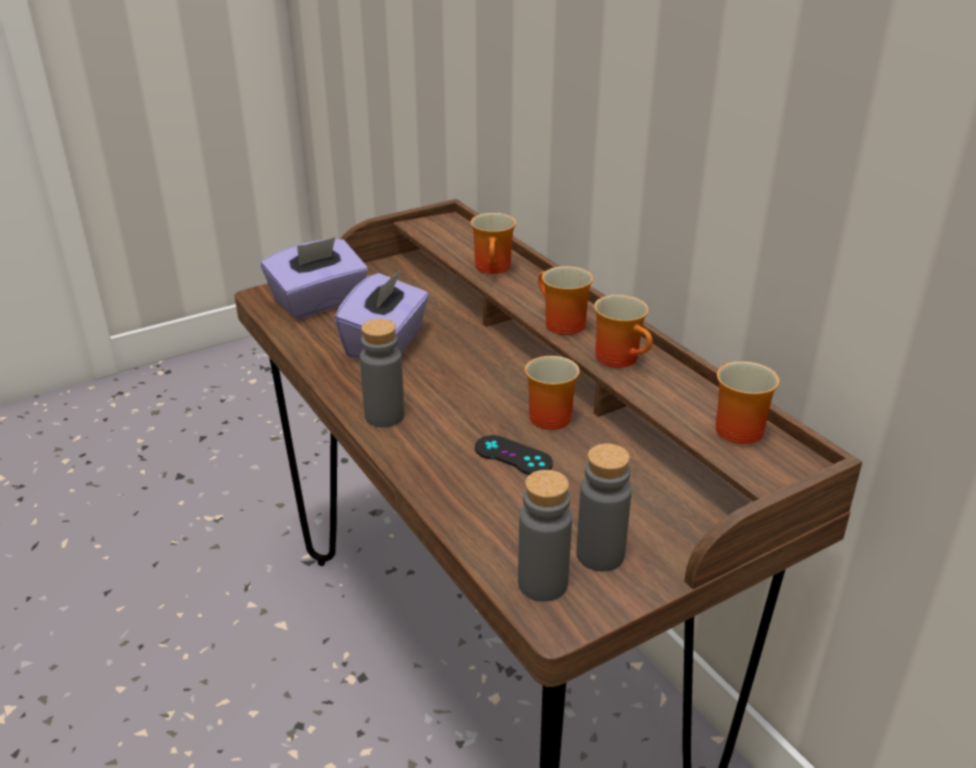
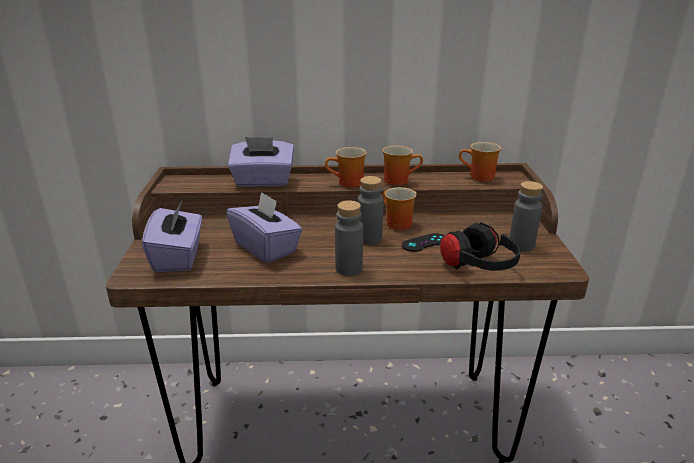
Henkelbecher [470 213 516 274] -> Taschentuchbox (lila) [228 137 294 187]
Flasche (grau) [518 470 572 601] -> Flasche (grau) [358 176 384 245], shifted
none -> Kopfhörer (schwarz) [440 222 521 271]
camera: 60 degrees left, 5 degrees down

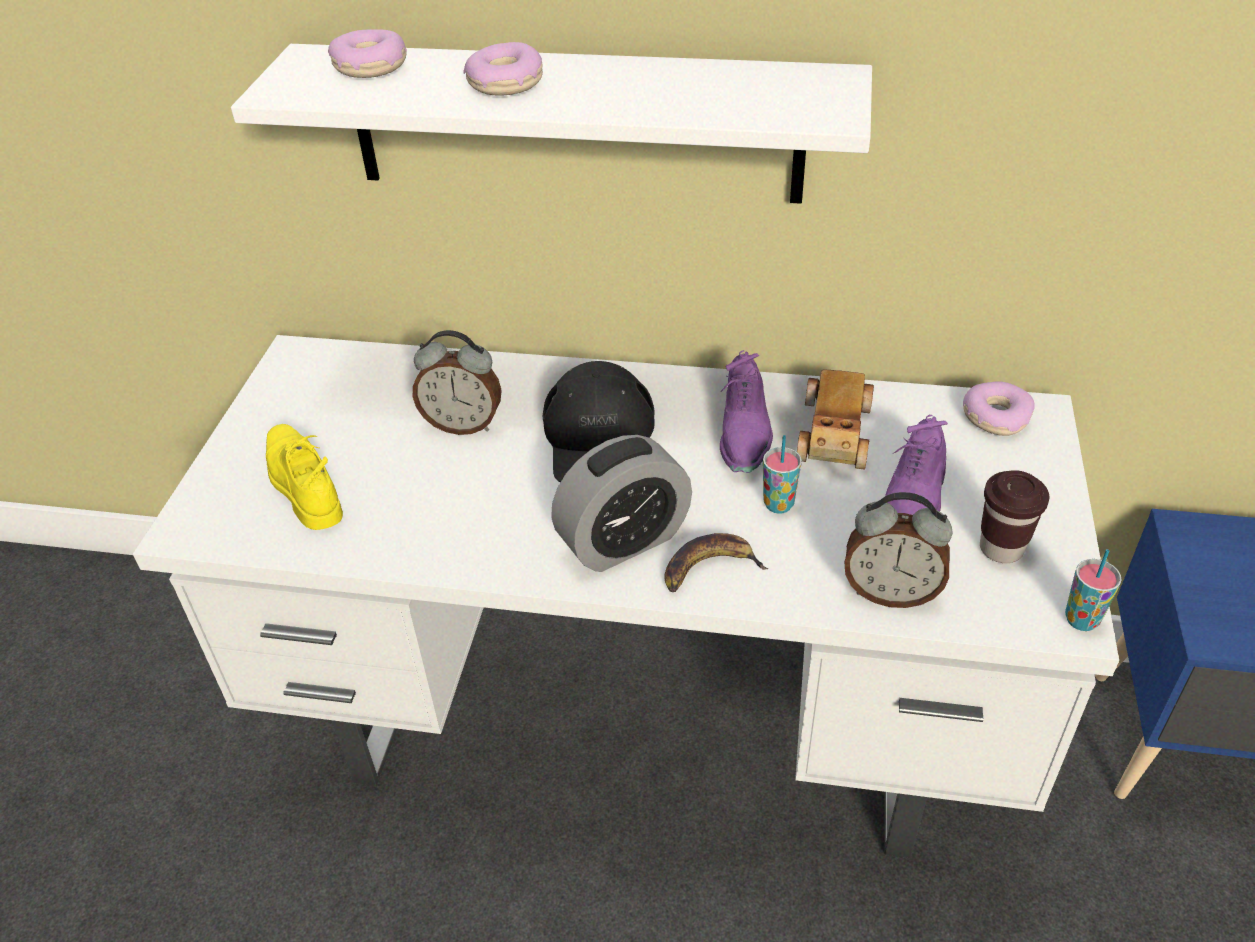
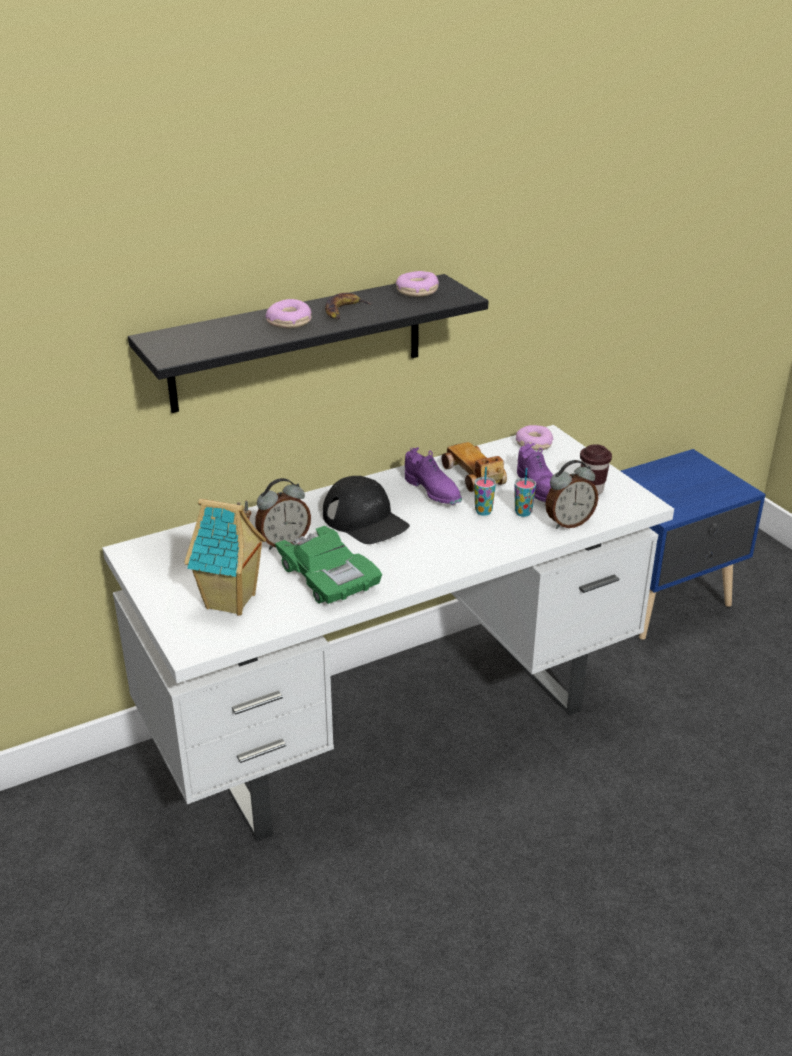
Wandregal (weiß) [231 44 872 204] -> Wandregal (schwarz) [128 274 488 413]
Schuh (gelb) [266 424 343 530] -> Spielzeughaus [184 498 266 615]
Donut [328 29 407 78] -> Donut [396 271 439 297], shifted
Wecker [551 435 692 572] -> none
Banane [664 533 768 592] -> Banane [325 293 373 319], shifted
Tasse [1065 549 1122 631] -> Tasse [515 468 536 517], shifted
none -> Spielzeugauto (grün) [275 526 382 604]
camera: 40 degrees left, 10 degrees down

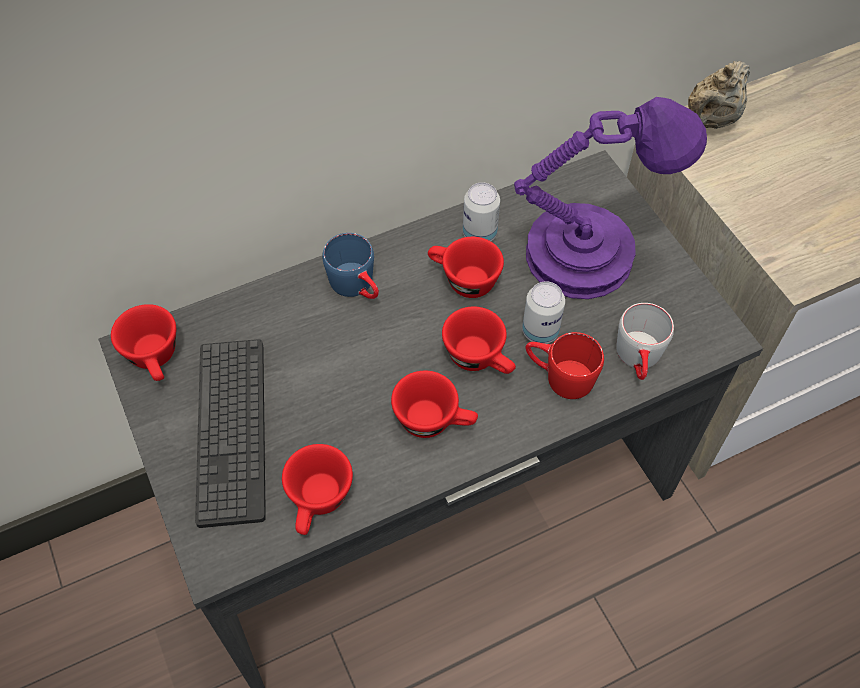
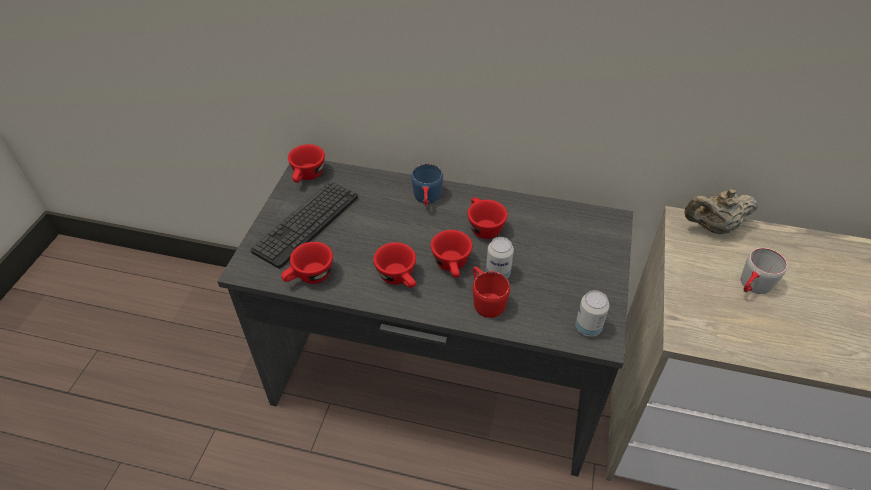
Dose [463 182 500 241] -> Dose [575 290 609 337], shifted
Tischlampe (lila) [514 97 707 299] -> none
Henkelbecher (grau) [616 303 674 380] -> Henkelbecher (grau) [741 248 787 294], shifted
camera: 40 degrees right, 10 degrees down

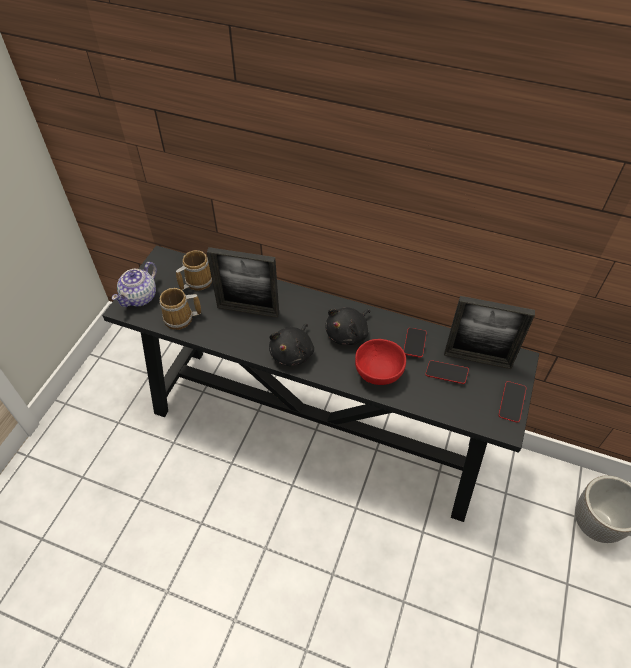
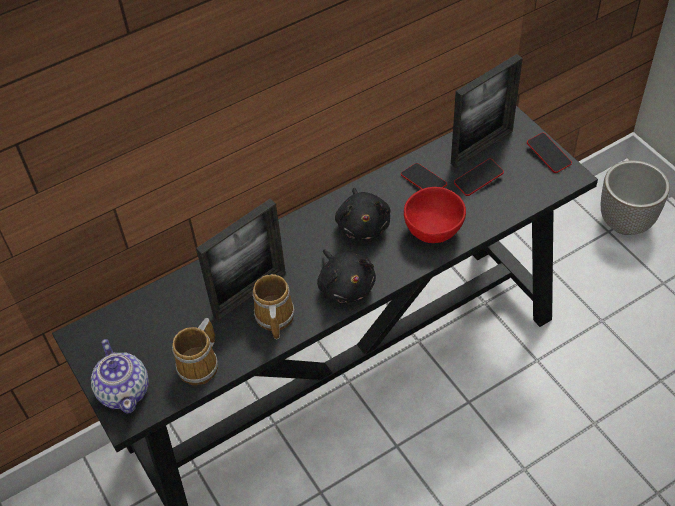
Henkelbecher [176 250 212 291] -> Henkelbecher [252 274 295 339], shifted
camera: 50 degrees left, 0 degrees up

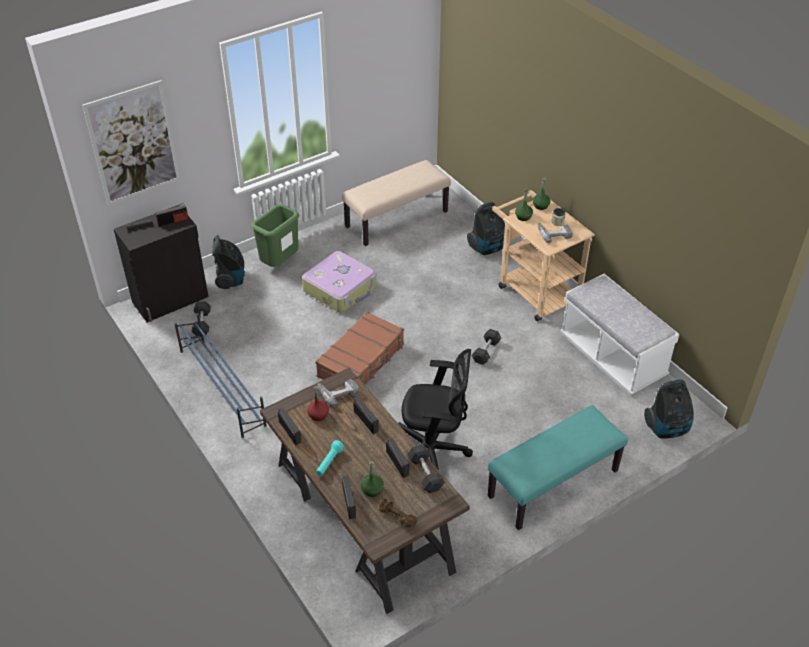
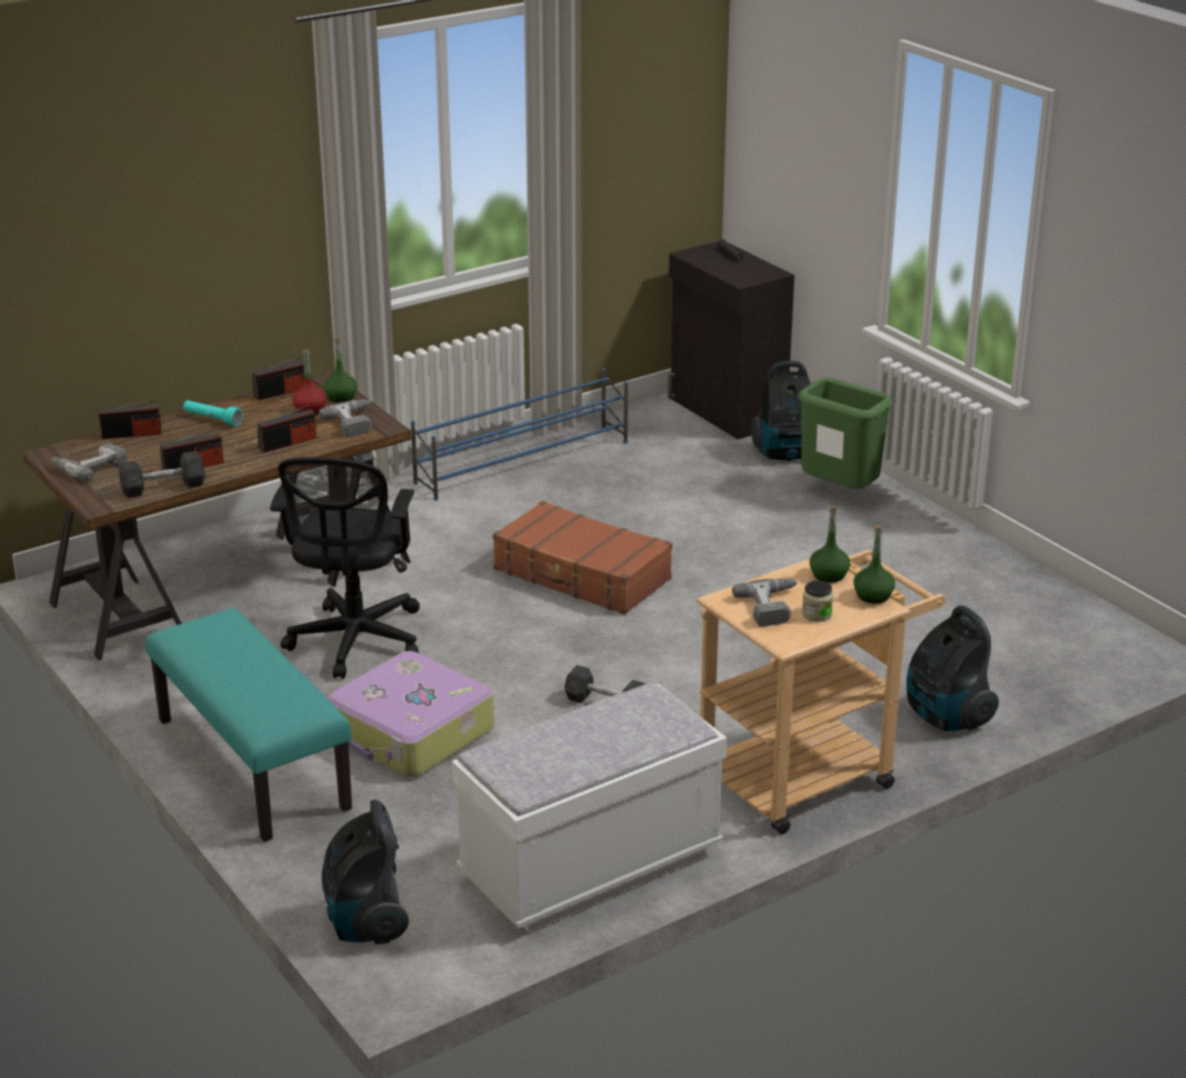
Bild [82 80 180 205] -> none
Radio [155 203 188 227] -> none
Hantel (grau) [192 301 211 336] -> none
Koffer [302 251 377 313] -> Koffer [326 651 494 777], shifted
Bank (beige) [342 160 451 246] -> none
Flasche (grün) [361 461 384 497] -> Flasche (grün) [324 338 357 403], shifted
Hantel (braun) [379 498 418 528] -> Bohrmaschine [51 443 127 481]
camera: 90 degrees right, 15 degrees down

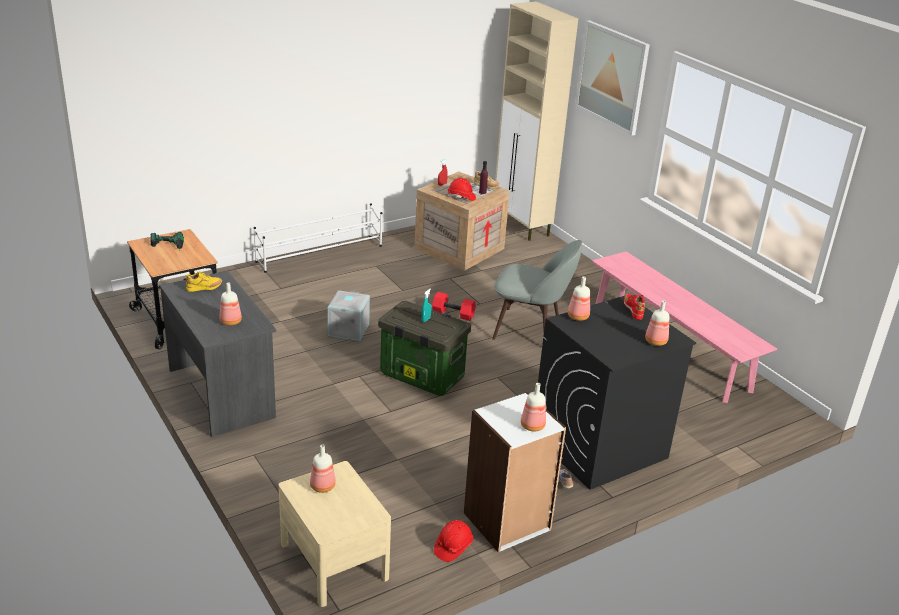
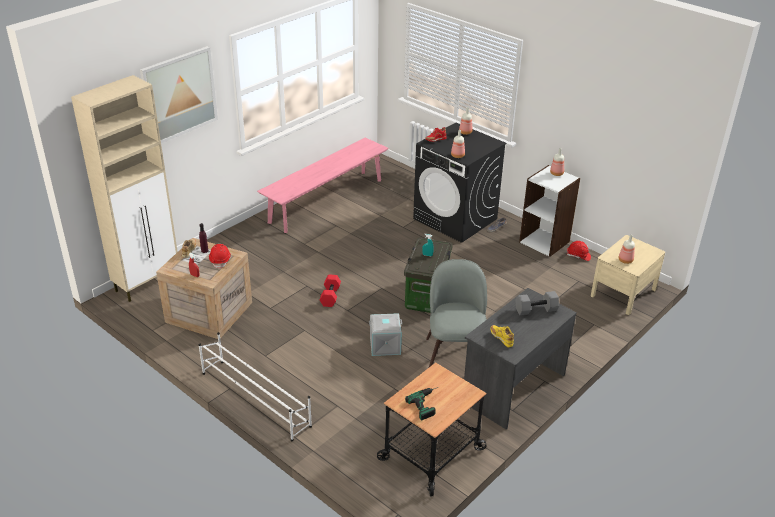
Flasche [219 282 242 326] -> Hantel (grau) [516 291 559 315]
Stuhl (grau) [492 240 582 340] -> Stuhl (grau) [426 259 487 367], shifted
camera: 105 degrees left, 5 degrees up

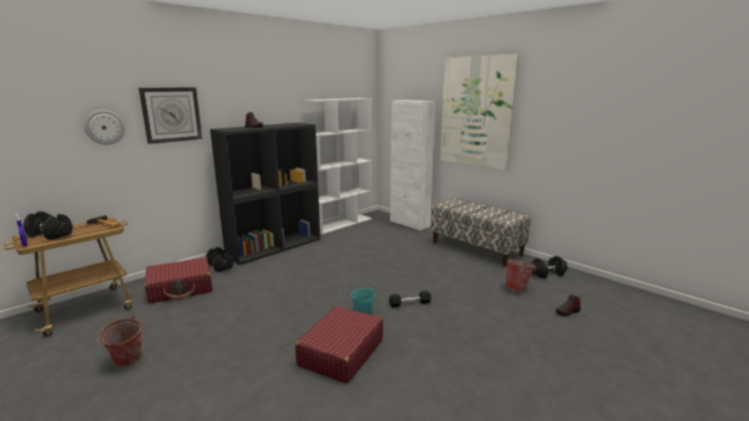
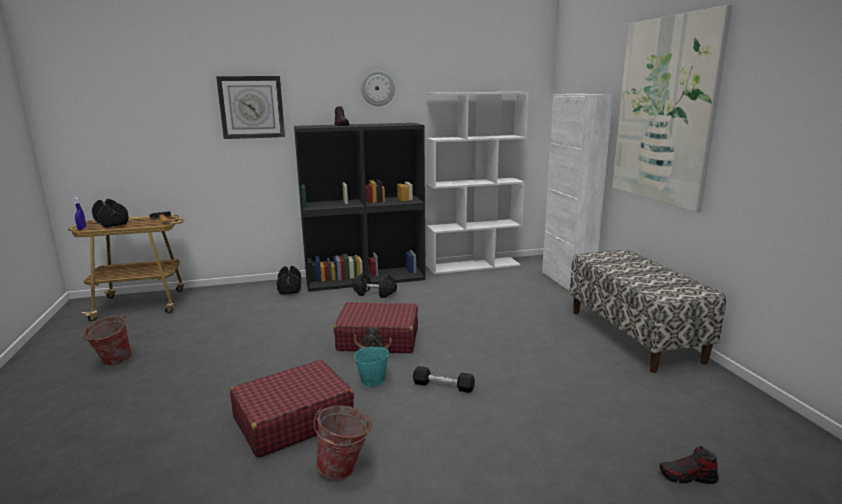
Wanduhr [84 110 125 145] -> Wanduhr [361 71 395 106], shifted
Koffer (rot) [145 257 213 303] -> Koffer (rot) [334 302 418 353], shifted
Eimer [505 259 536 292] -> Eimer [314 405 371 480], shifted
Hantel (schwarz) [531 256 568 278] -> Hantel (schwarz) [352 272 397 298], shifted
camera: 30 degrees right, 0 degrees up

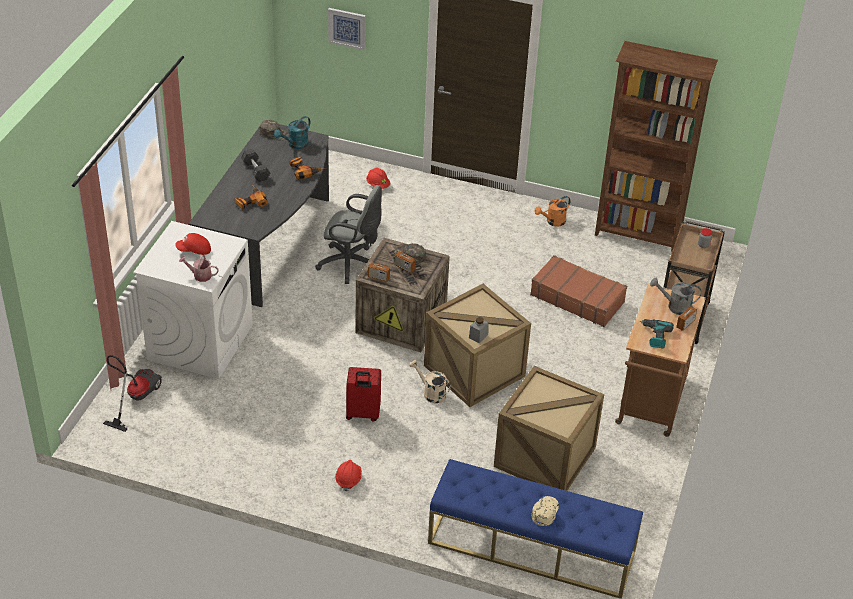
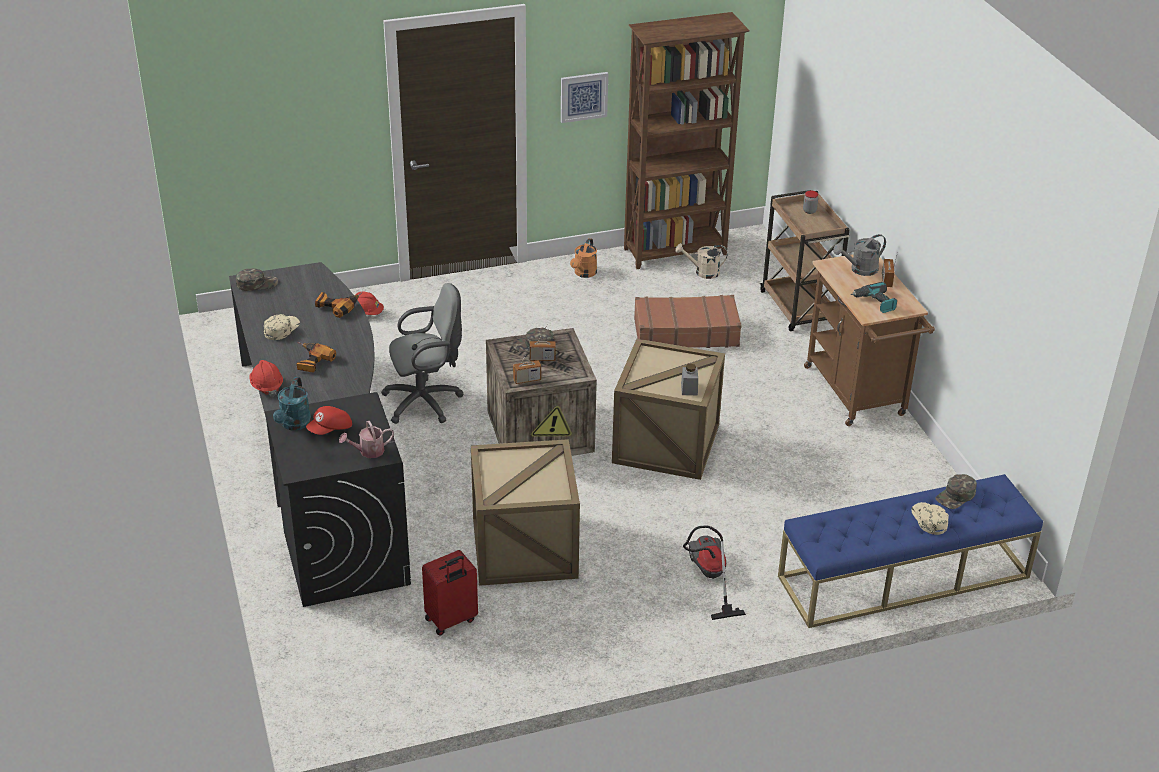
Staubsauger [103 355 162 432] -> Staubsauger [683 525 746 620], shifted
Waschmaschine (weiß) [133 221 253 379] -> Waschmaschine (schwarz) [265 392 411 607]
Hantel (grau) [241 149 270 182] -> Kappe (beige) [264 314 300 340]
Gießkanne (türkis) [274 116 310 149] -> Gießkanne (türkis) [273 377 311 430], shifted
Bild [328 8 366 50] -> Bild [561 72 608 123], shifted
Schutzhelm (rot) [335 460 362 491] -> Schutzhelm (rot) [249 360 283 397], shifted
Koffer (rot) [346 367 381 422] -> Koffer (rot) [422 550 478 636], shifted
Gießkanne (beige) [409 360 451 403] -> Gießkanne (beige) [675 243 727 279], shifted
Kiste [494 366 604 491] -> Kiste [471 439 580 586], shifted
none -> Kappe (grün) [936 474 977 509]
camera: 35 degrees left, 5 degrees down

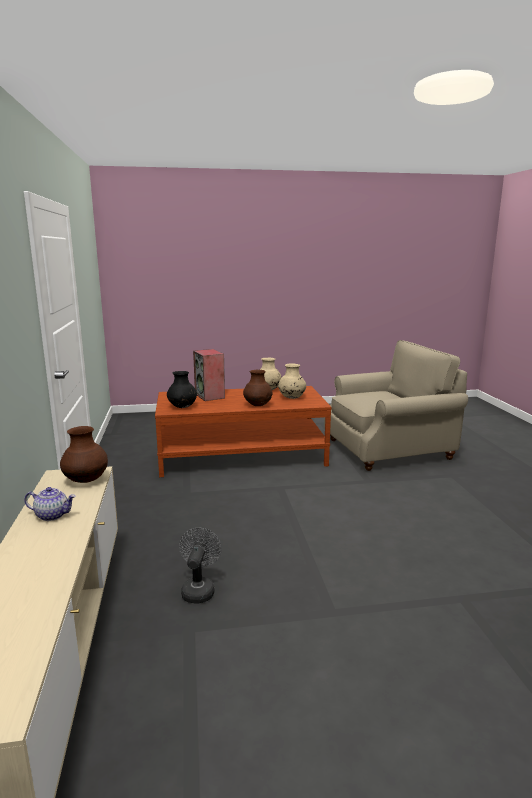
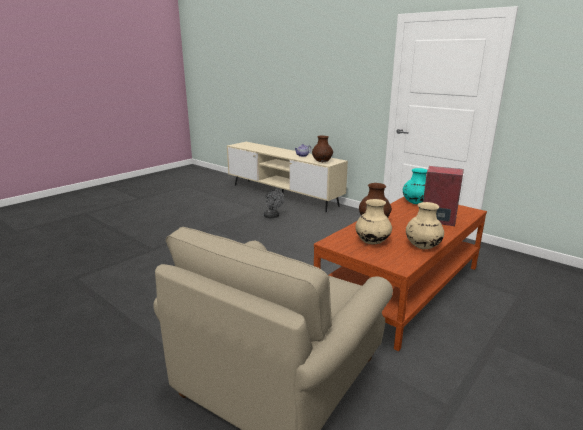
Vase (schwarz) [167 371 197 408] -> Vase (türkis) [403 168 427 204]
camera: 140 degrees right, 5 degrees up

